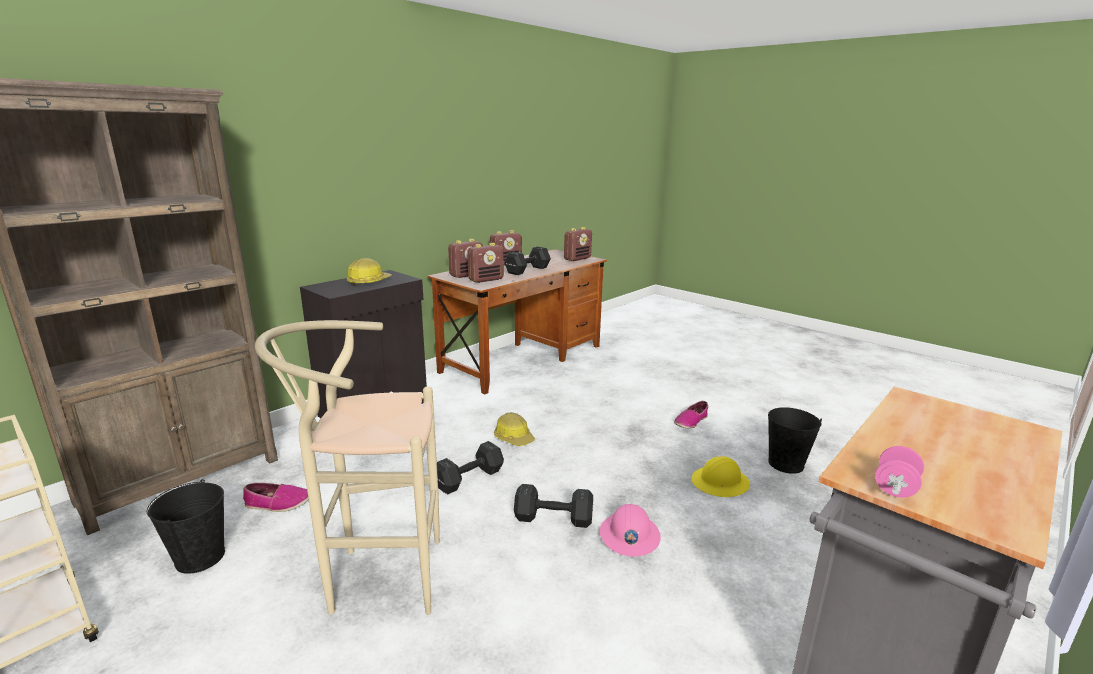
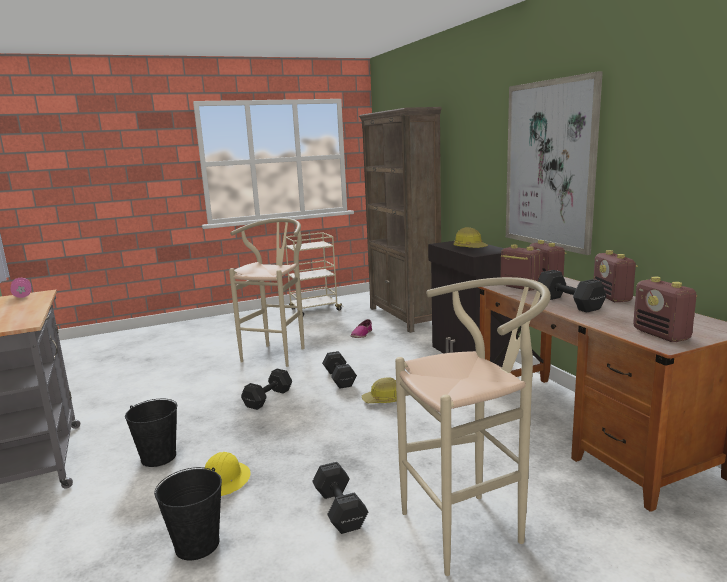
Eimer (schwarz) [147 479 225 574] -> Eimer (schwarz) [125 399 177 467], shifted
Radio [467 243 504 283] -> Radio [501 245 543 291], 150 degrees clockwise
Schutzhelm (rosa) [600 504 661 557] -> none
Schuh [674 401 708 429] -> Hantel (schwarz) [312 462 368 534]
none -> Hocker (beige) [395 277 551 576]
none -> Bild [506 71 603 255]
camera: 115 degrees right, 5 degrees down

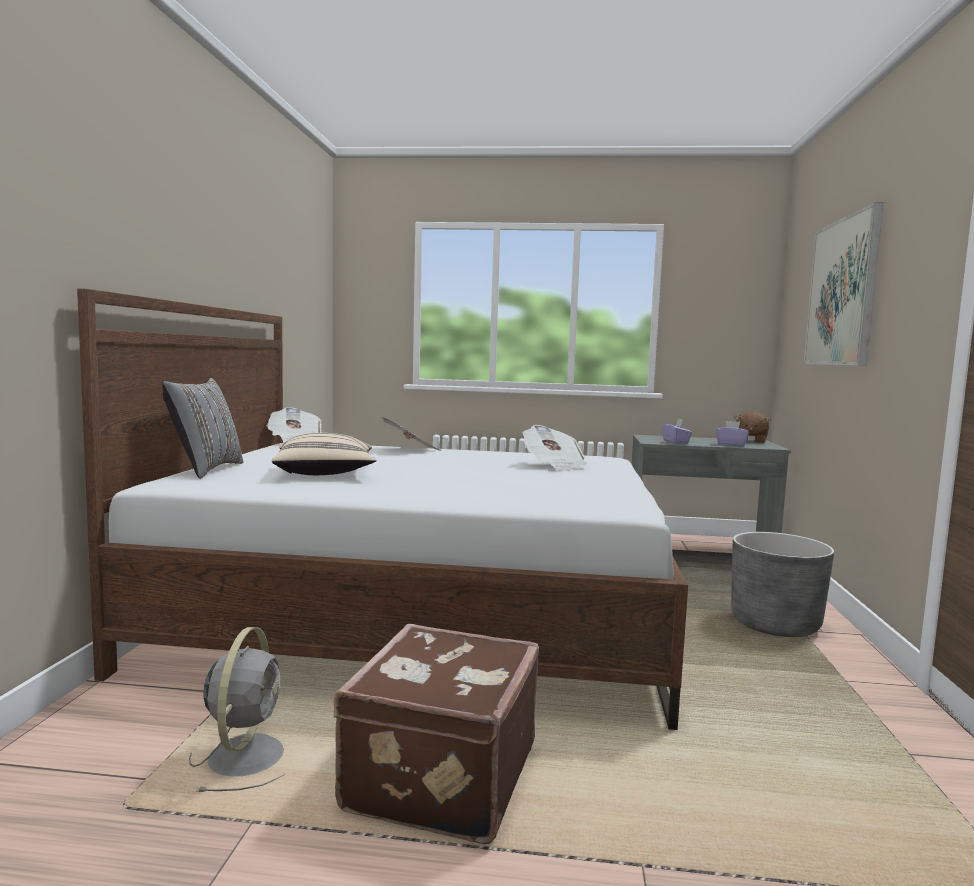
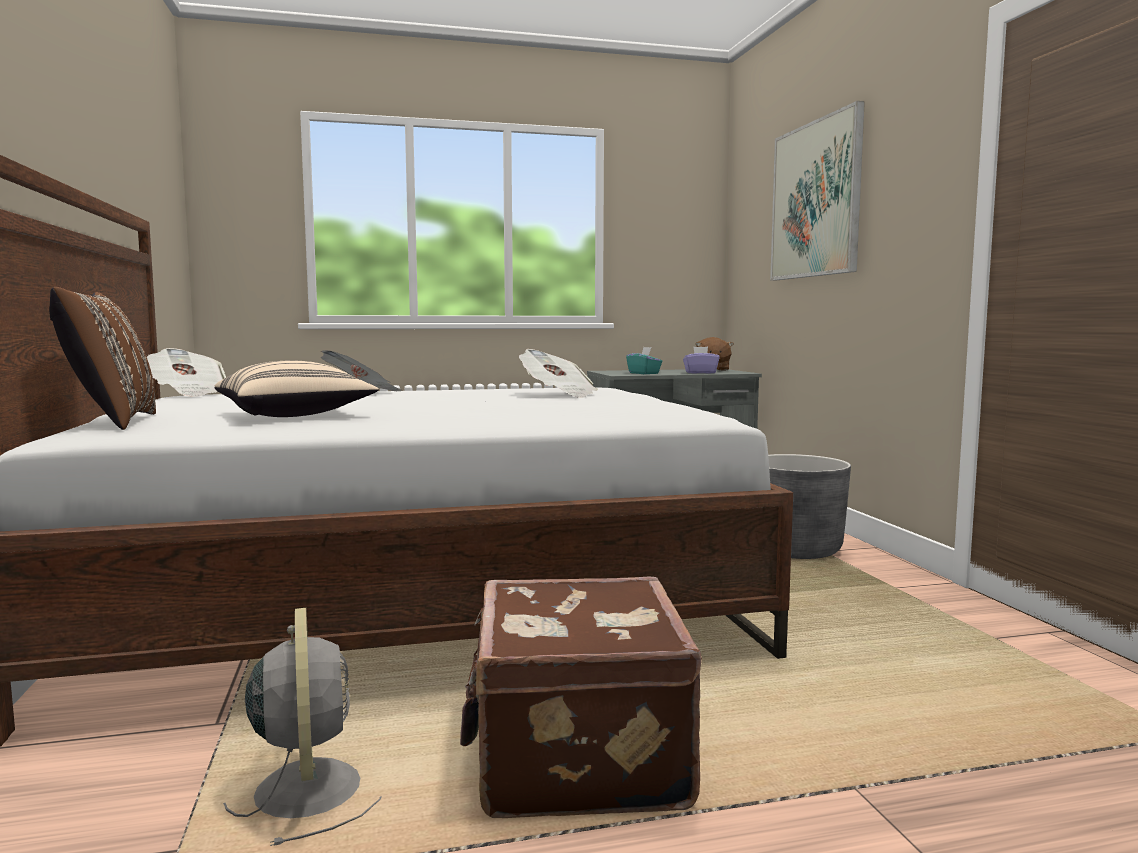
Kissen (grau) [162 378 243 479] -> Kissen (braun) [49 287 156 430]
Taschentuchbox (lila) [662 419 692 444] -> Taschentuchbox (türkis) [626 347 663 374]
camera: 20 degrees left, 0 degrees up

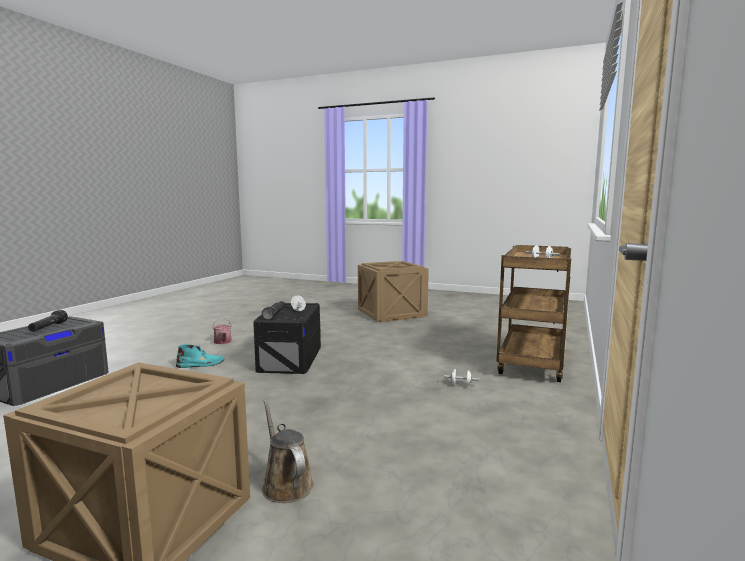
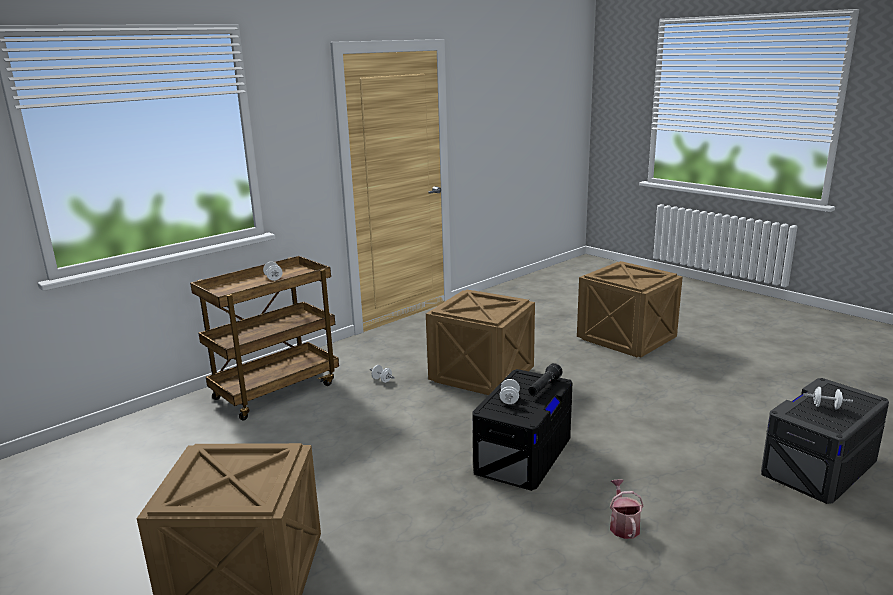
Taschenlampe (schwarz) [28 310 68 332] -> Hantel (weiß) [803 387 853 410]
Stiefel (türkis) [176 344 224 368] -> none
Gießkanne (braun) [262 399 313 503] -> none
none -> Kiste [426 289 535 395]
camera: 155 degrees left, 10 degrees up

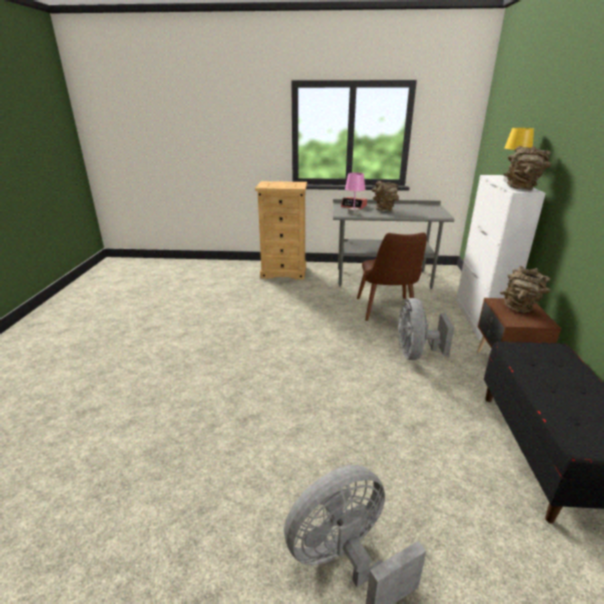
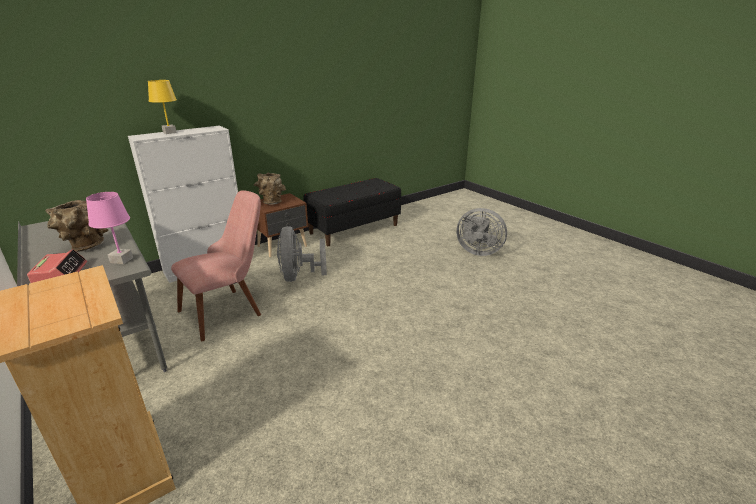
Stuhl (braun) [357 232 426 321] -> Stuhl (rosa) [171 190 261 341]
Ventilator (grau) [398 298 454 360] -> Ventilator (grau) [277 226 327 282], 120 degrees clockwise
Vase (braun) [503 146 551 190] -> none
camera: 130 degrees left, 0 degrees up

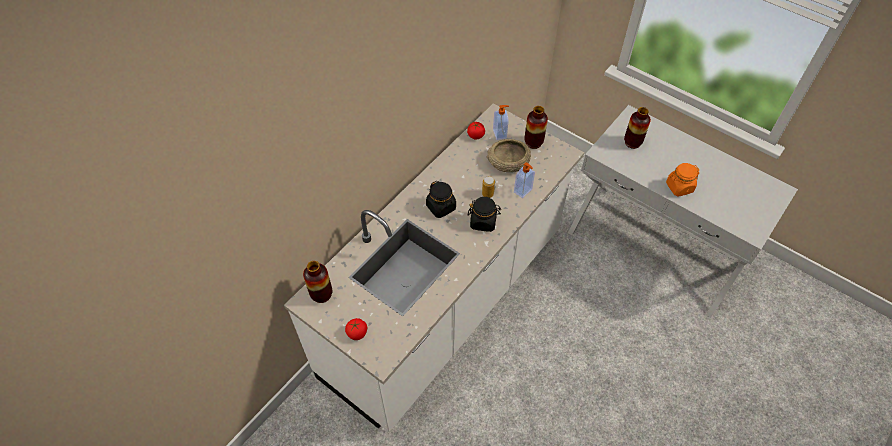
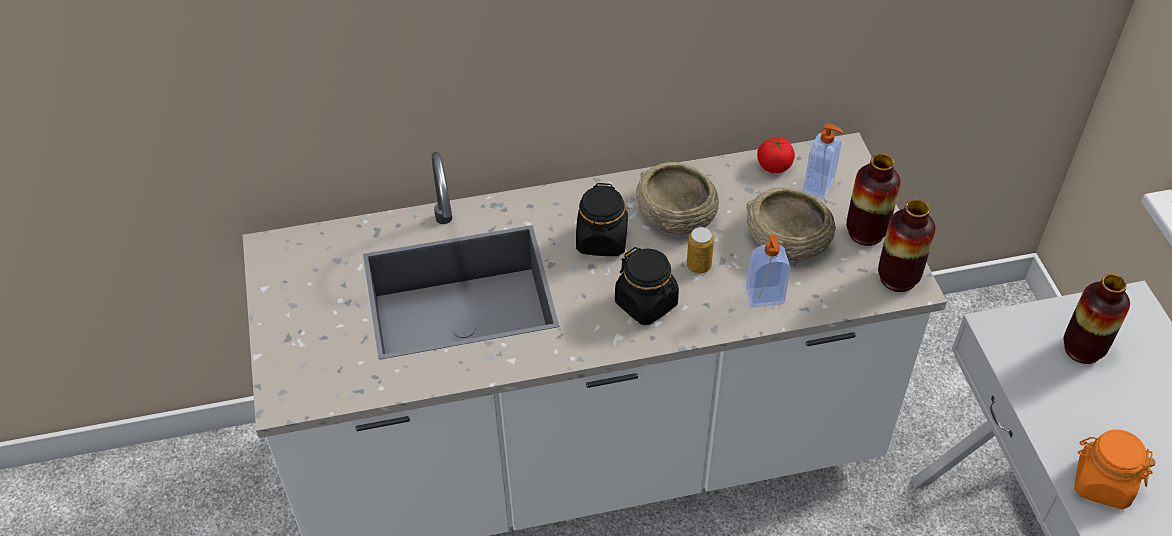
Vase [303 261 332 303] -> Vase [878 199 936 292], shifted
Tomate [345 318 367 340] -> none
none -> Schüssel (beige) [636 162 719 234]
camera: 40 degrees right, 5 degrees down

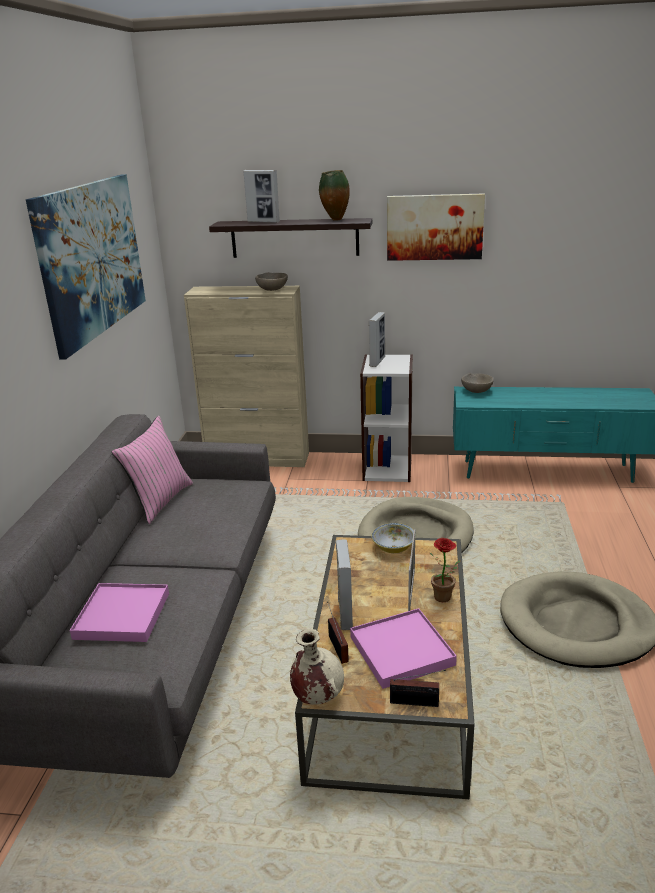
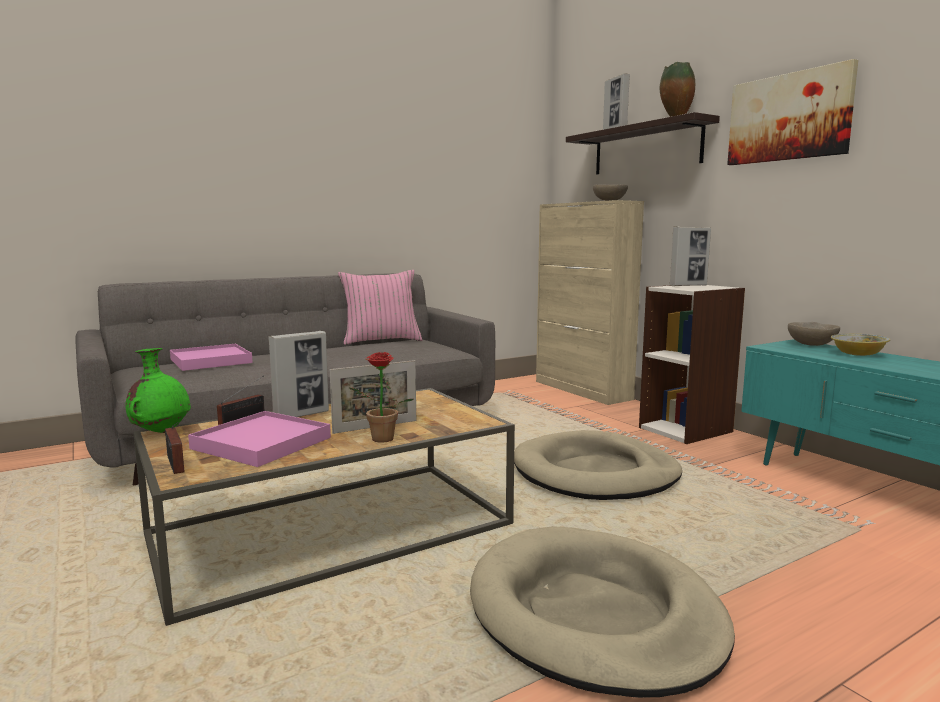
Bild [26 174 146 360] -> none
Vase (beige) [290 629 344 705] -> Vase (grün) [125 348 191 433]
Schüssel [371 523 416 553] -> Schüssel [831 334 890 356], shifted
camera: 50 degrees right, 15 degrees down

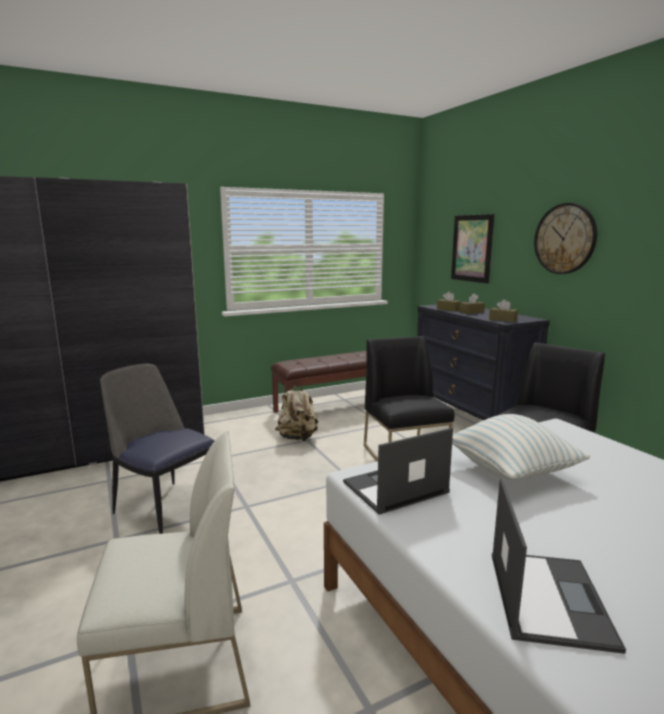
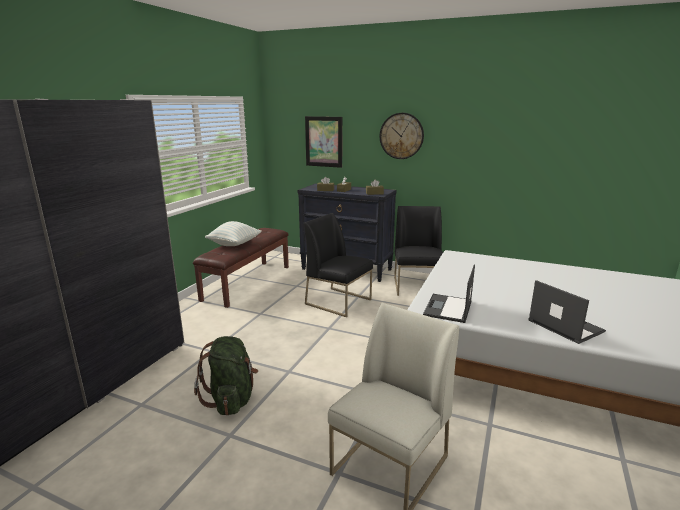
Stuhl [100 364 215 534] -> Rucksack (grün) [194 336 258 416]
Rucksack (beige) [275 384 318 441] -> none
Kissen [452 414 590 480] -> Kissen [205 221 262 246], shifted
camera: 40 degrees left, 5 degrees up

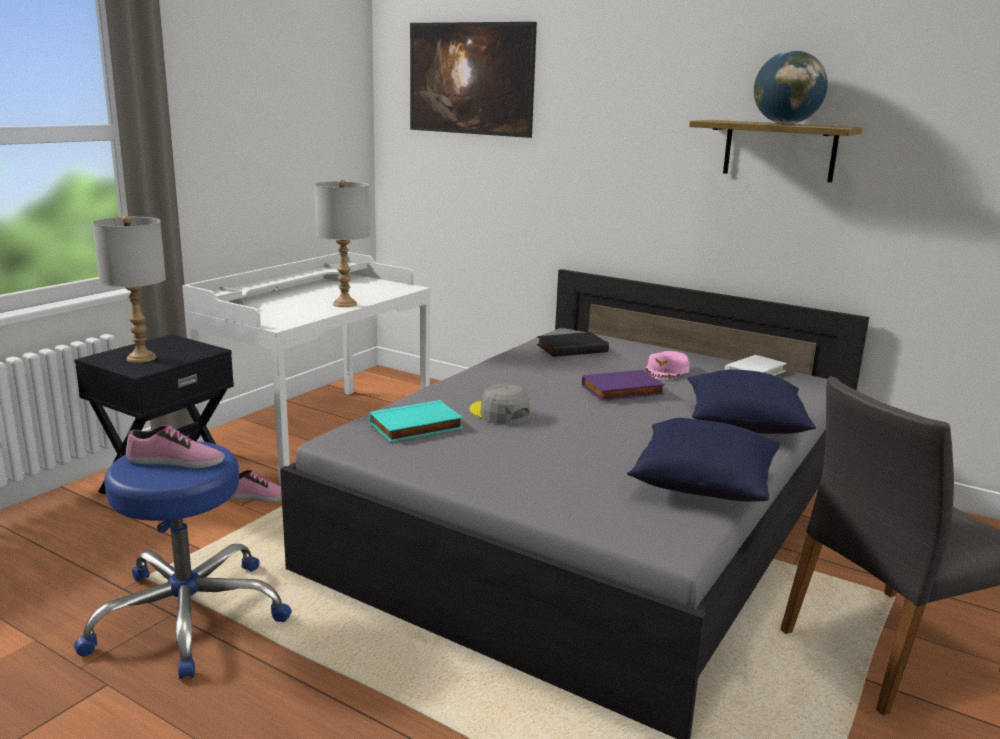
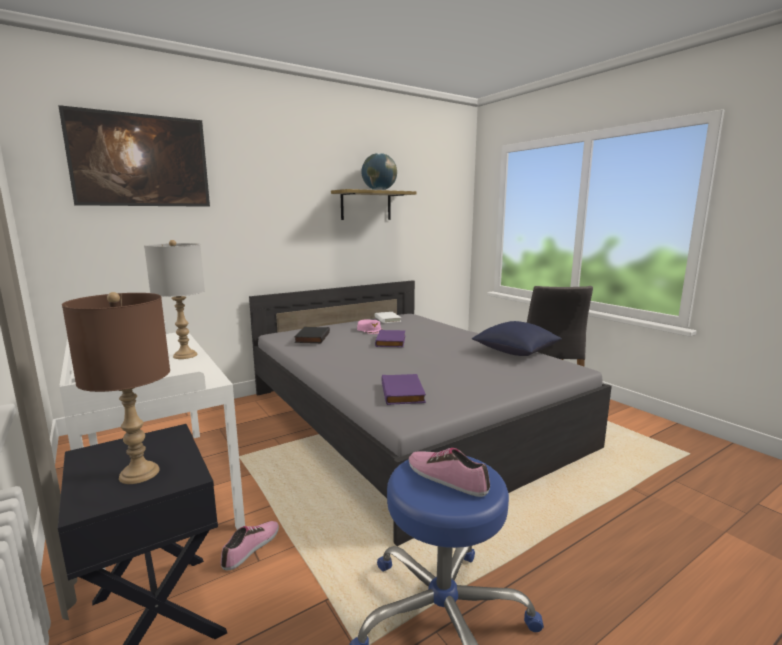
Tischlampe (grau) [92 216 166 363] -> Tischlampe (braun) [62 292 170 484]
Schuh [126 425 225 468] -> Schuh [408 448 490 497], 75 degrees counterclockwise
Buch (türkis) [370 400 463 442] -> Buch (lila) [381 374 426 405]
Kappe (grau) [469 384 531 425] -> none
Kissen (blau) [688 369 816 434] -> none
camera: 65 degrees left, 5 degrees down

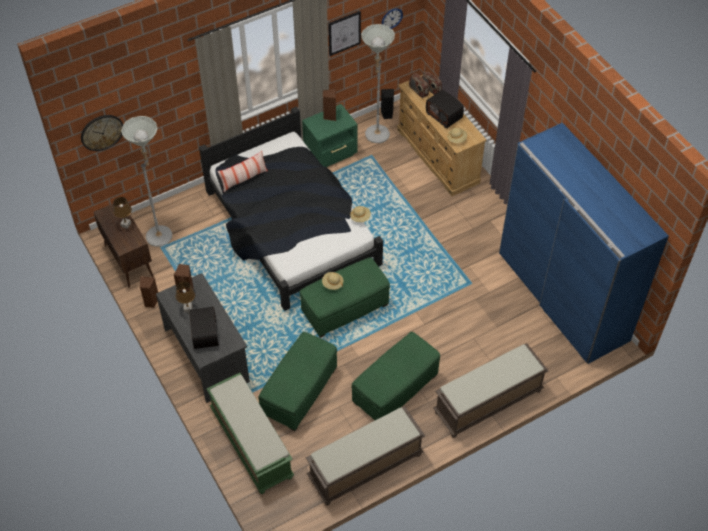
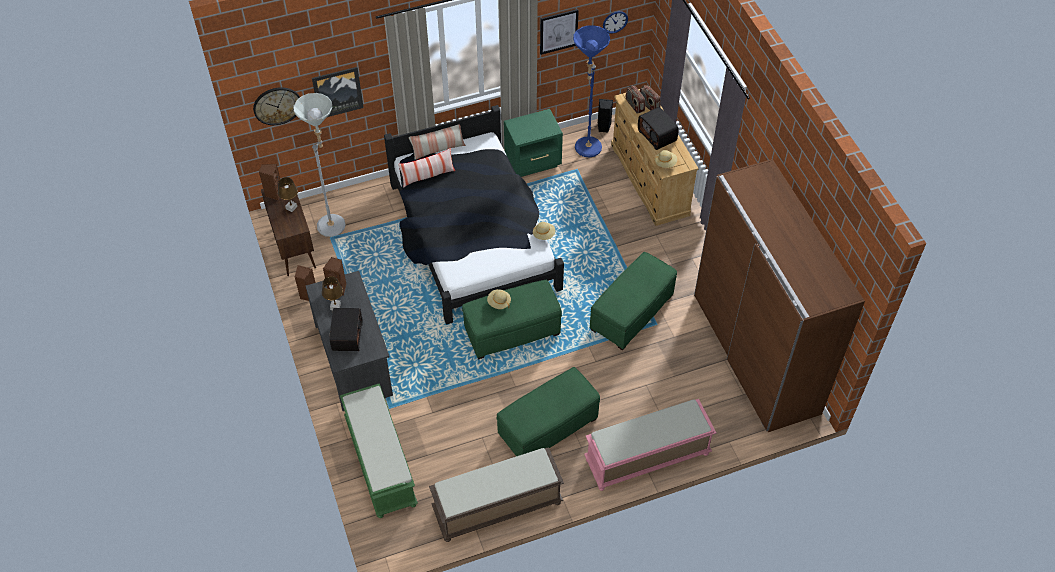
Polsterhocker (grün) [258 332 337 431] -> Polsterhocker (grün) [590 252 677 351], shifted
Lautsprecher (braun) [323 88 336 121] -> Lautsprecher (braun) [259 164 282 200], shifted
Stehlampe (grau) [361 24 395 143] -> Stehlampe (blau) [573 26 610 157]
Bank (braun) [433 343 549 438] -> Bank (rosa) [584 399 716 491]
Kleiderschrank (blau) [499 123 669 364] -> Kleiderschrank (braun) [694 159 865 432]
none -> Bild [312 67 364 117]
none -> Kissen [409 124 466 160]
camera: 10 degrees right, 0 degrees up

